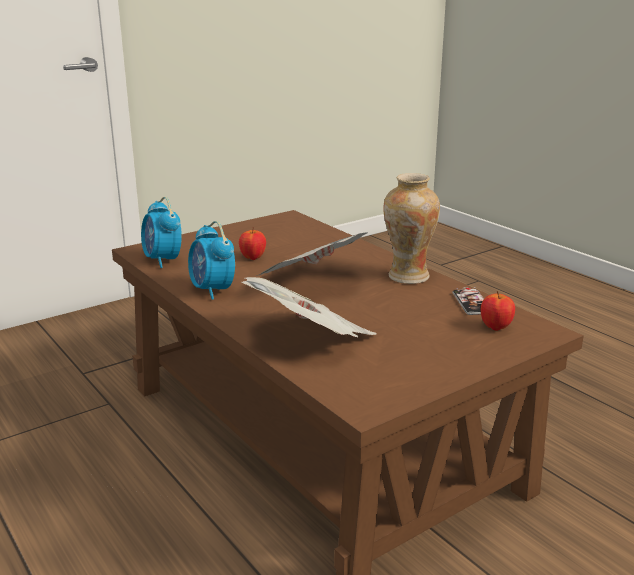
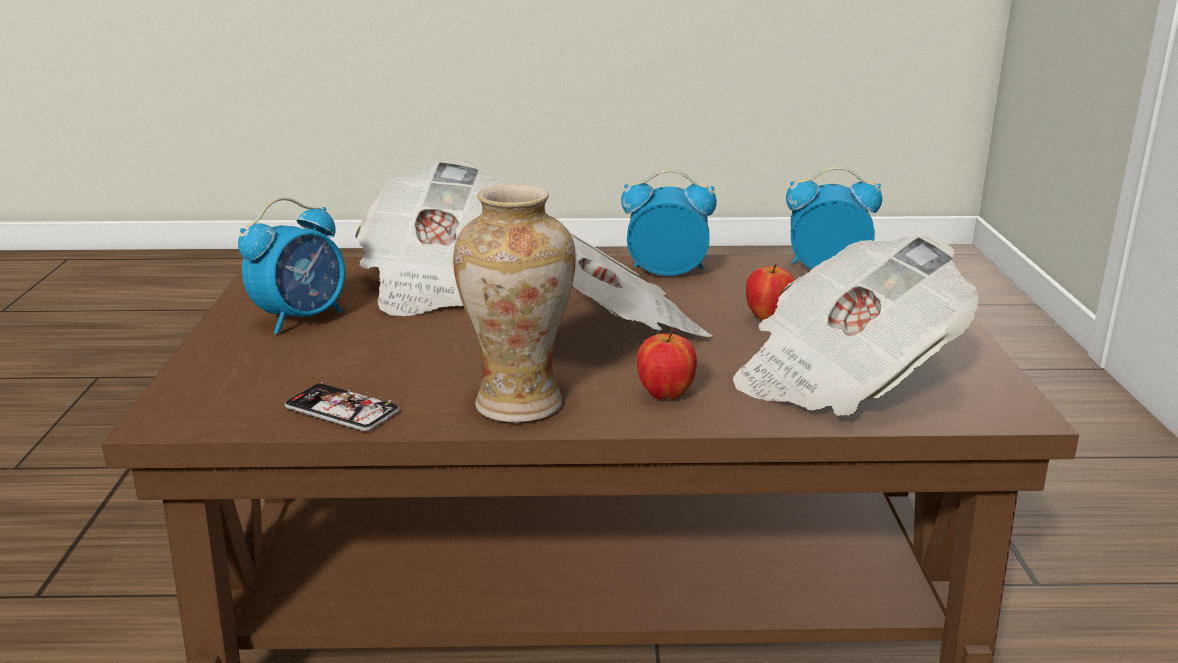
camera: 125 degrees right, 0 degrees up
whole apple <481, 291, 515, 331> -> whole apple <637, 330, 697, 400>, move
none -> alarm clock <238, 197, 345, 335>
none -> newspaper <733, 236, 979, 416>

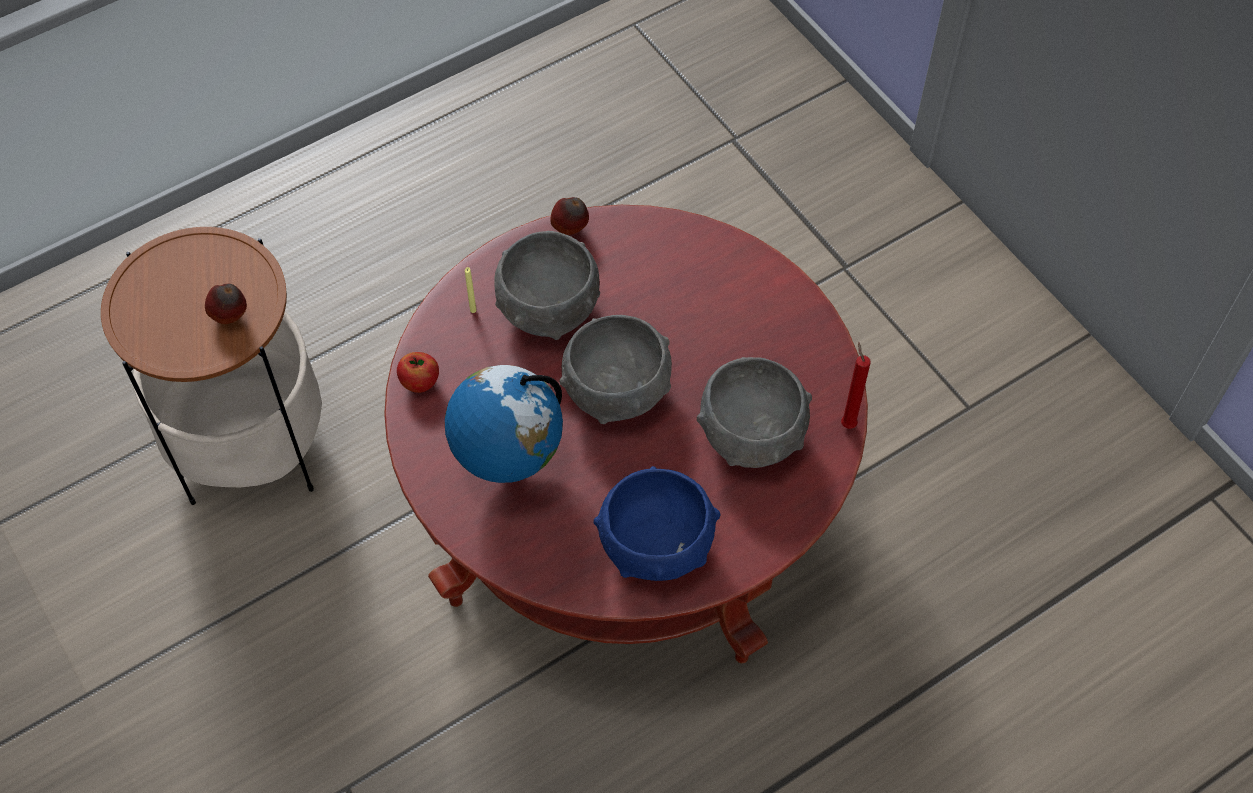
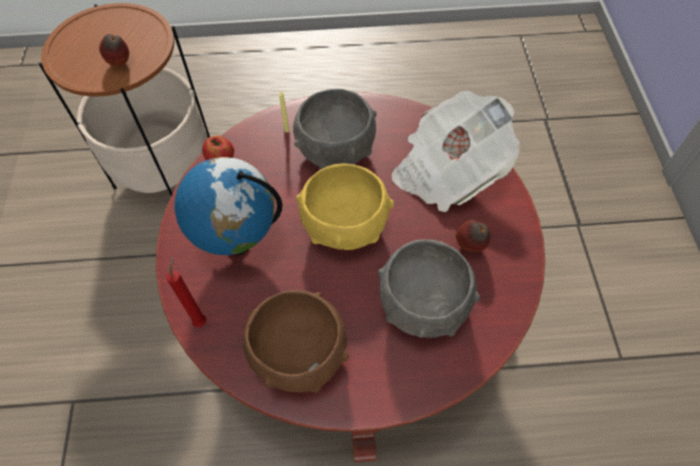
camera: 30 degrees right, 0 degrees up
whole apple <550, 197, 589, 235> -> whole apple <456, 220, 490, 252>, move
greyish serving bowl <559, 315, 672, 424> -> yellowish serving bowl <296, 164, 394, 250>
reddish wax candle <841, 342, 871, 429> -> reddish wax candle <166, 258, 206, 327>, move
bluish serving bowl <594, 466, 720, 581> -> brown serving bowl <243, 290, 349, 393>
none -> newspaper <391, 90, 520, 212>

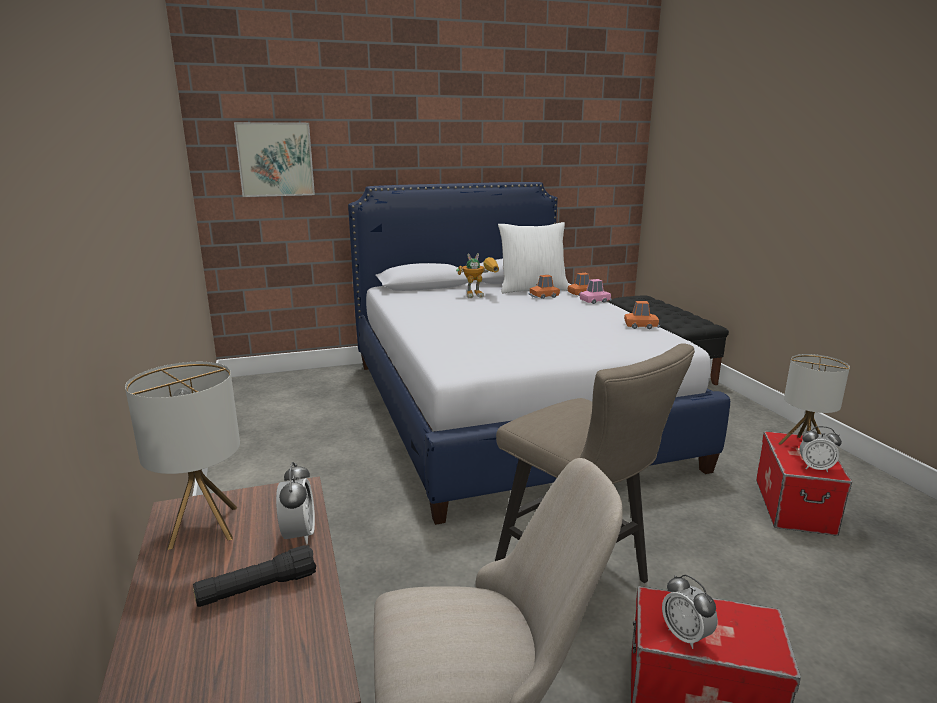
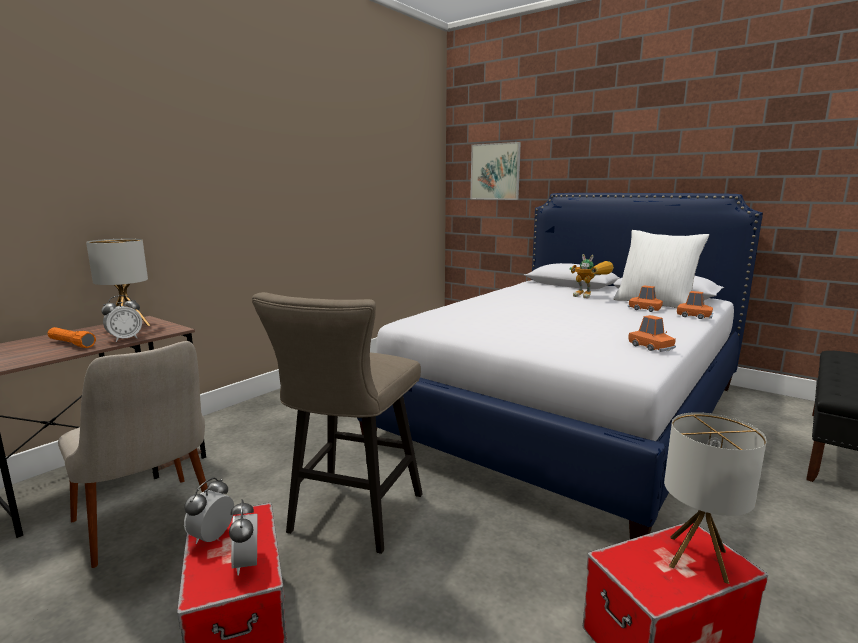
camera: 55 degrees right, 5 degrees down
pink-coloured model car <580, 279, 612, 304> -> none
alarm clock <800, 426, 842, 472> -> alarm clock <229, 499, 257, 576>, move
black-coloured hand torch <193, 545, 316, 607> -> orangey hand torch <48, 327, 96, 348>

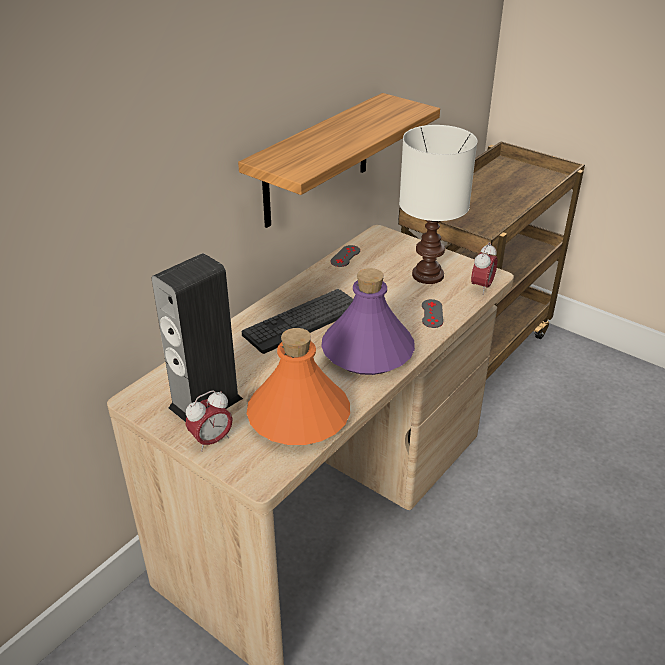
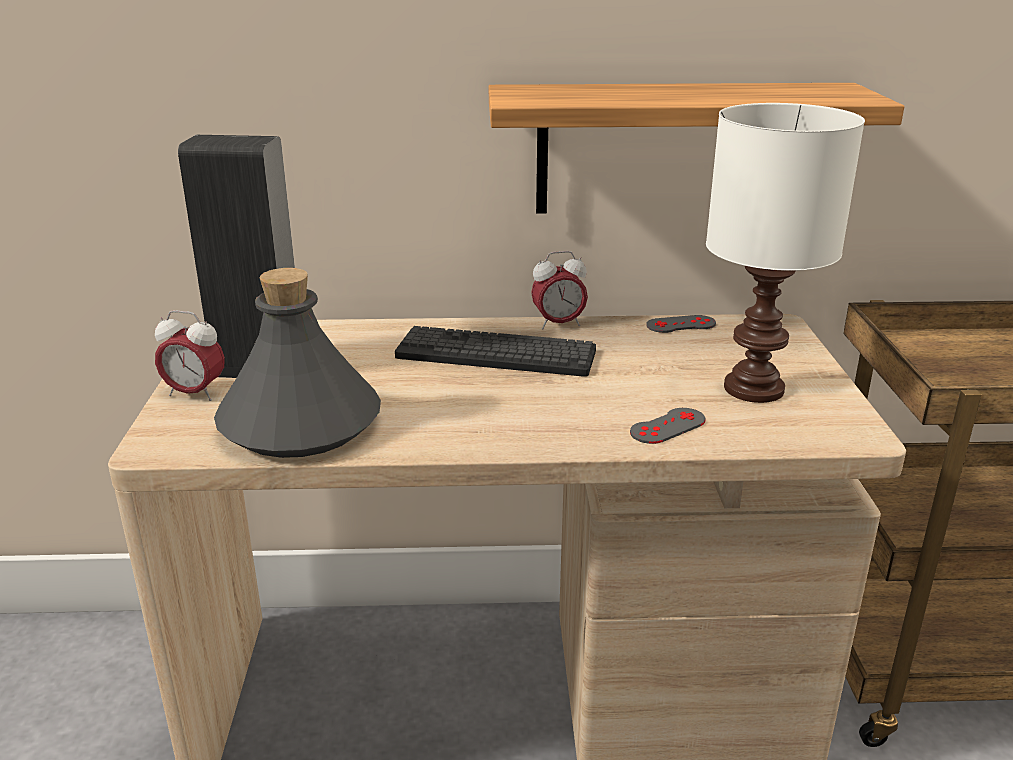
camera: 50 degrees right, 10 degrees down
alarm clock <471, 242, 498, 295> -> alarm clock <531, 251, 588, 330>, move
purple-coloured drink bottle <321, 268, 415, 375> -> none
orangey drink bottle <247, 328, 350, 445> -> greyish drink bottle <214, 268, 381, 458>

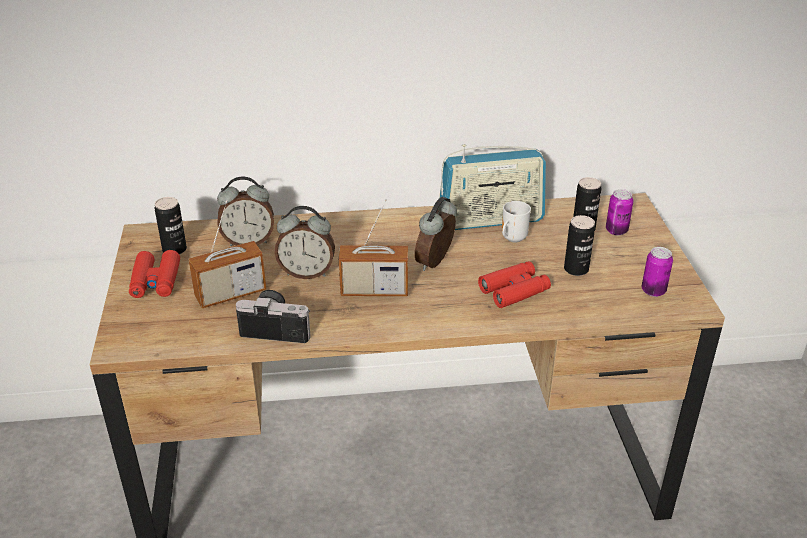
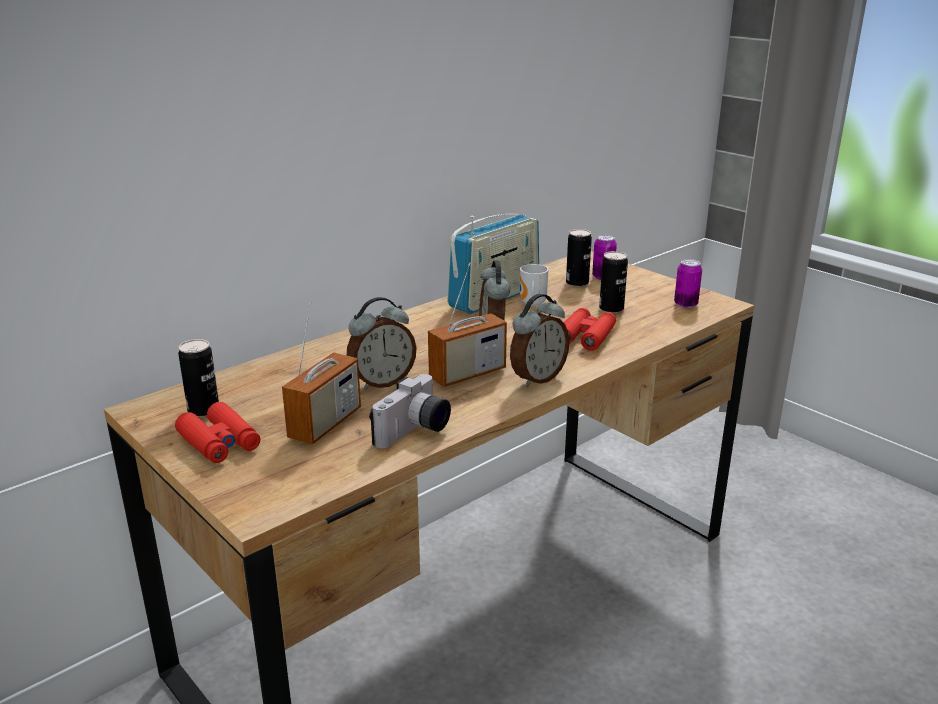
camera: 35 degrees left, 10 degrees down
alarm clock <217, 177, 274, 246> -> alarm clock <510, 294, 570, 387>, move
still camera <236, 290, 311, 343> -> still camera <369, 374, 451, 449>, 150 degrees clockwise

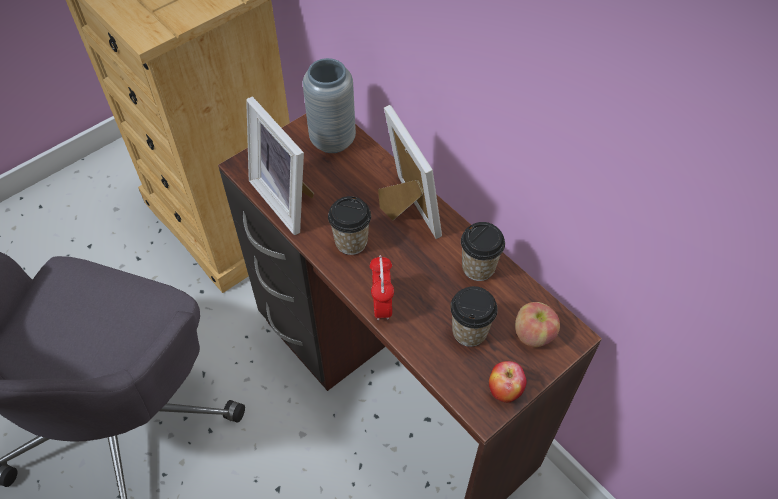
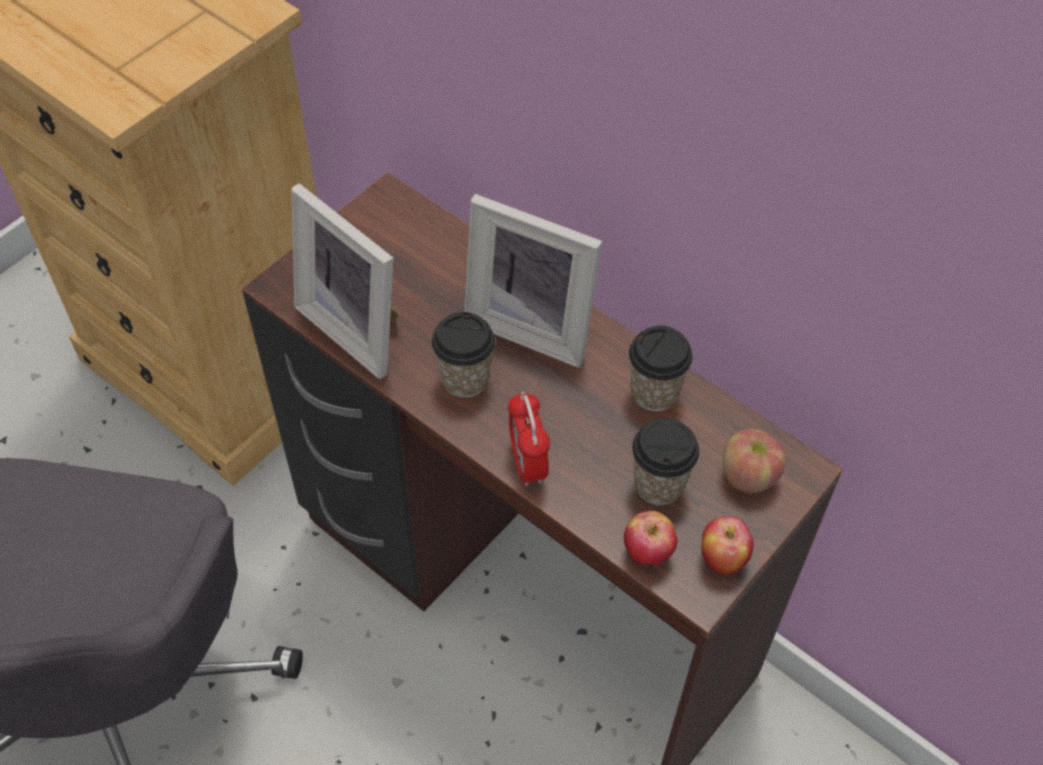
camera: 10 degrees left, 0 degrees up
greyish vase <303, 58, 356, 153> -> none
photo frame <378, 105, 442, 239> -> photo frame <464, 194, 603, 368>, 150 degrees clockwise
none -> whole apple <624, 511, 677, 568>

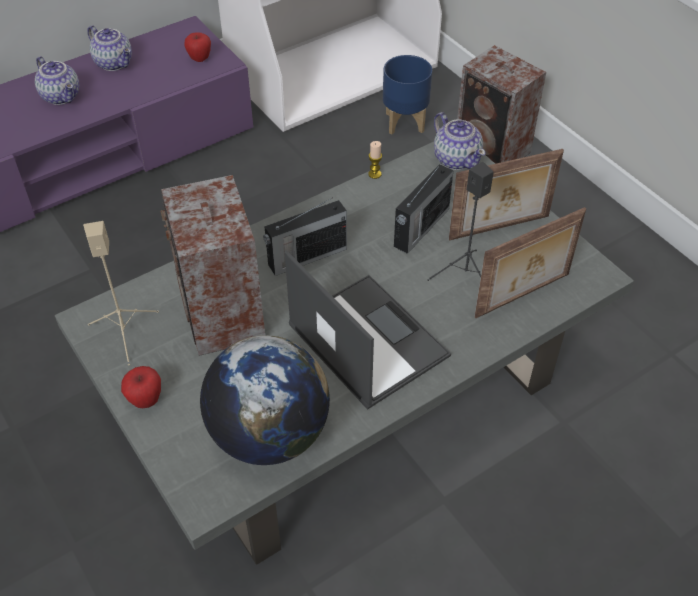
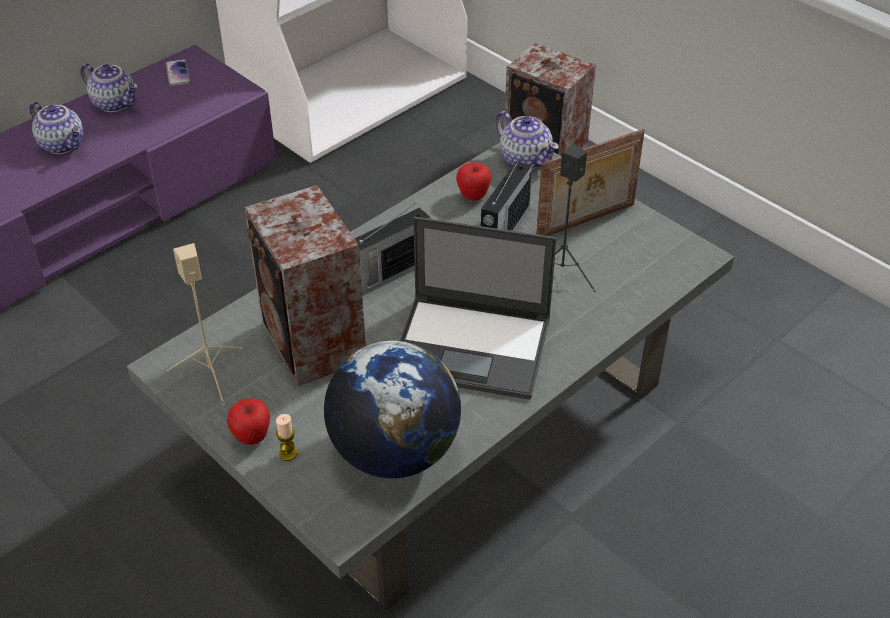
camera: 10 degrees left, 5 degrees down
whole apple <184, 32, 211, 62> -> whole apple <456, 163, 492, 201>, move
bluish planter <383, 55, 432, 135> -> none
wax candle <368, 141, 382, 179> -> wax candle <276, 414, 298, 461>, move
photo frame <474, 207, 586, 318> -> none
portable computer <285, 250, 451, 410> -> portable computer <400, 217, 557, 400>, 150 degrees clockwise
none -> phone <165, 59, 190, 86>

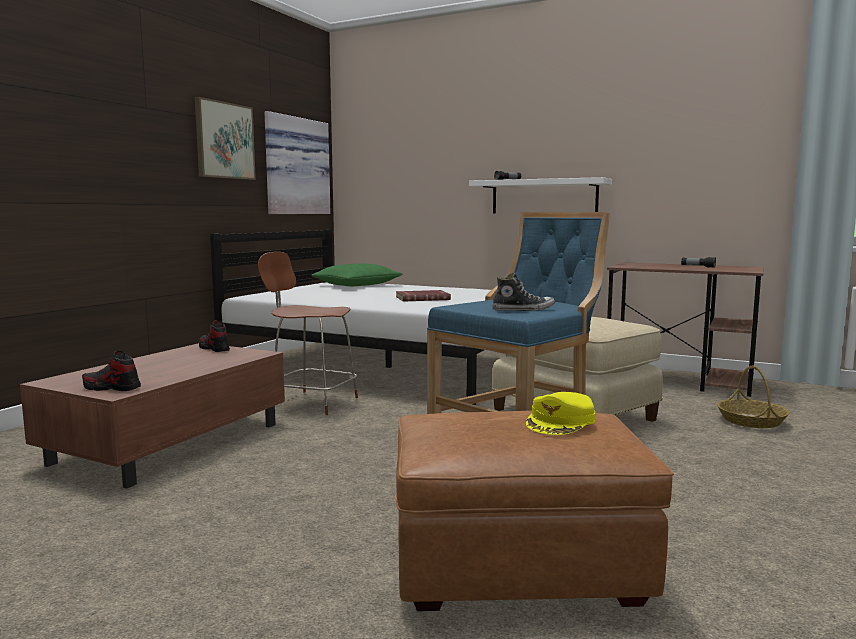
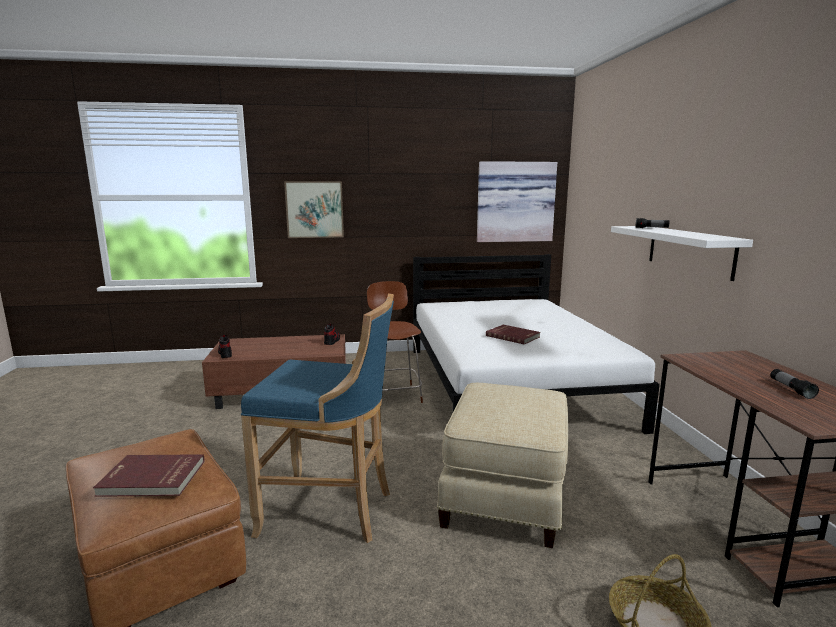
camera: 55 degrees right, 5 degrees up
picture <195, 97, 256, 180> -> picture <284, 181, 344, 238>, move
greenish cushion <311, 263, 403, 286> -> none
shoe <492, 273, 555, 311> -> none
yellowish cap <526, 392, 595, 435> -> reddish book <93, 454, 204, 497>

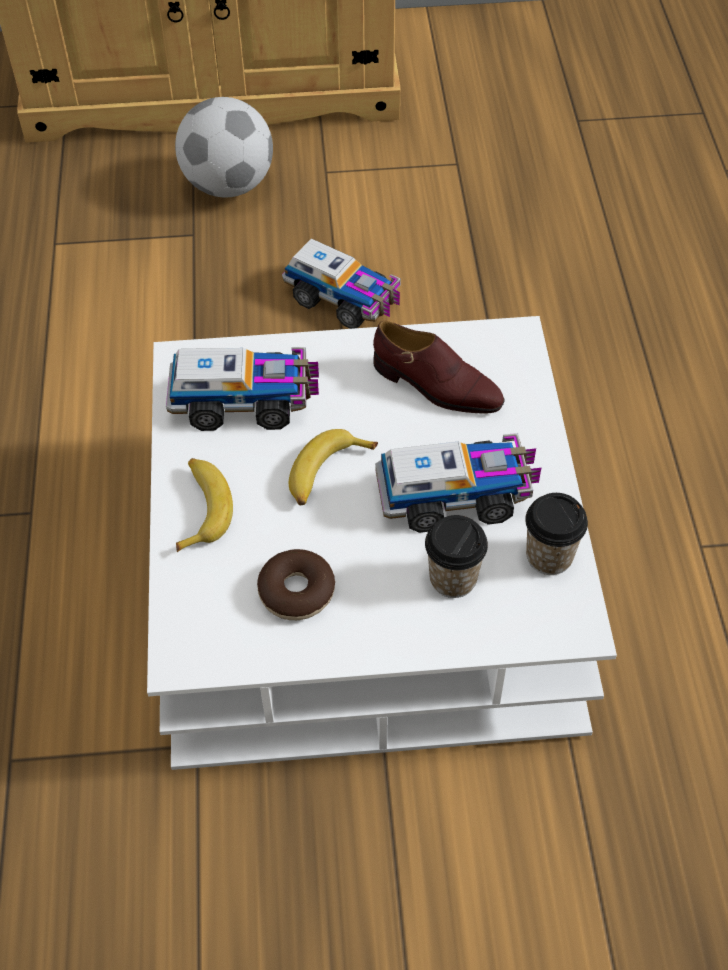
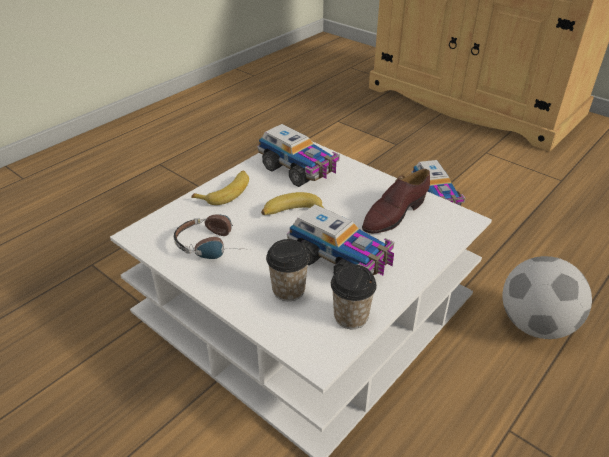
camera: 45 degrees right, 15 degrees down
ball for football <175, 97, 273, 198> -> ball for football <502, 256, 592, 339>, move
brown shoe <373, 321, 504, 414> -> brown shoe <362, 169, 430, 233>, 60 degrees clockwise
doughnut <257, 549, 335, 620> -> pair of headphones <174, 214, 233, 259>

